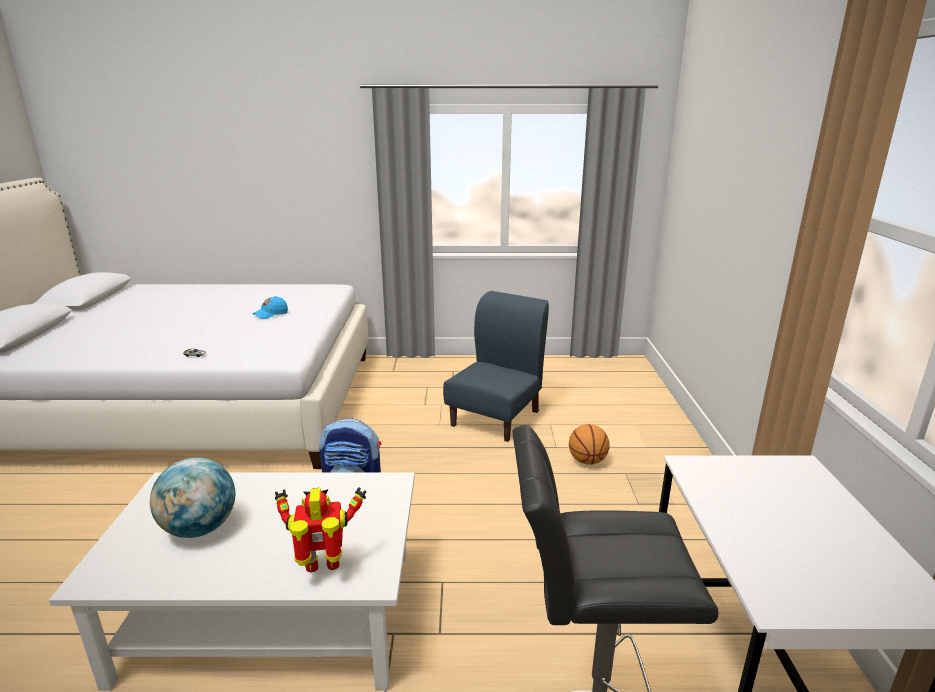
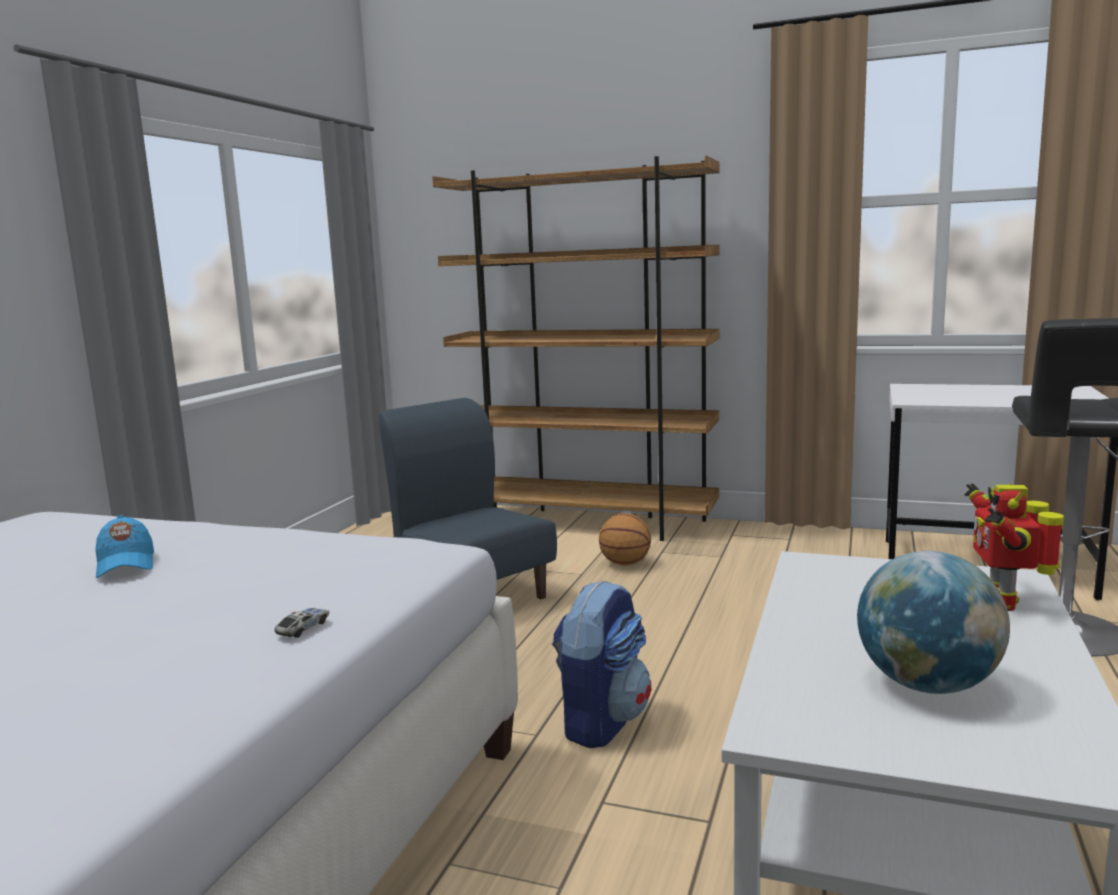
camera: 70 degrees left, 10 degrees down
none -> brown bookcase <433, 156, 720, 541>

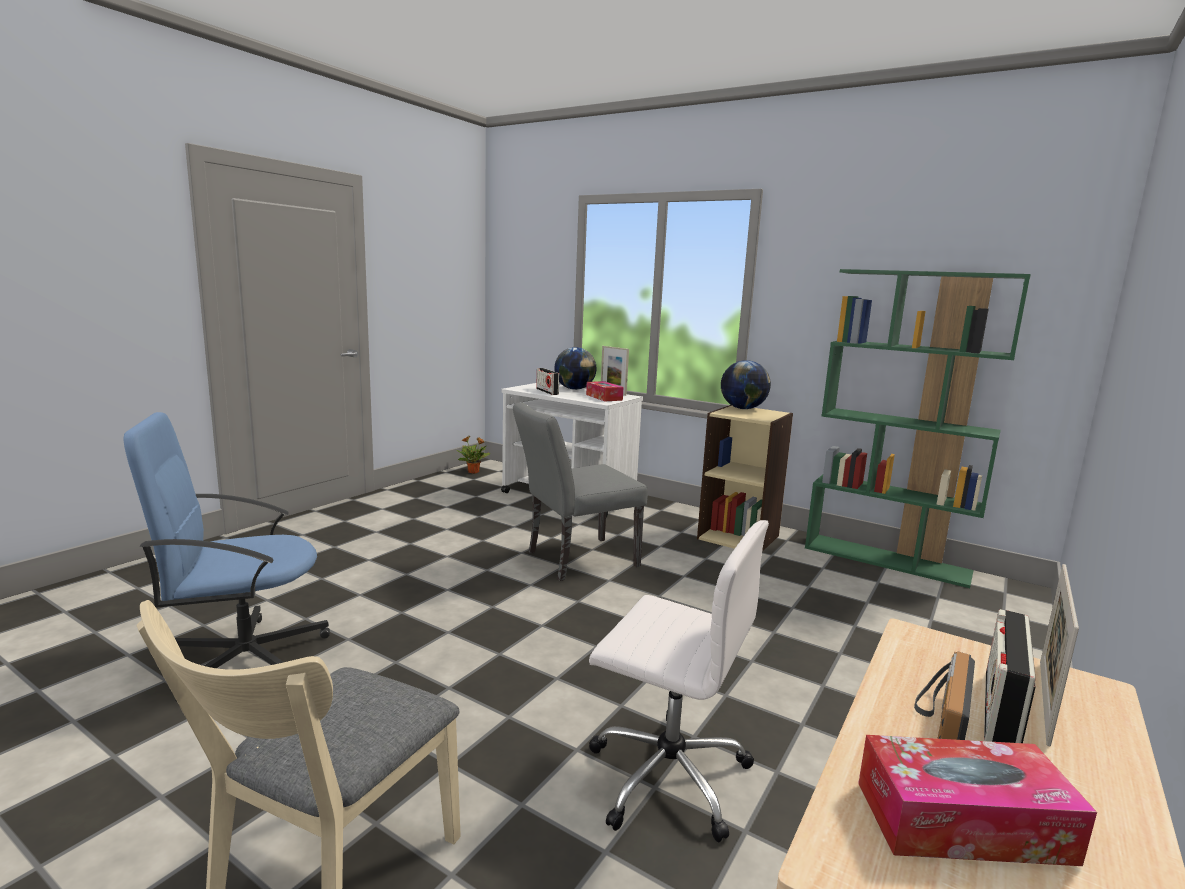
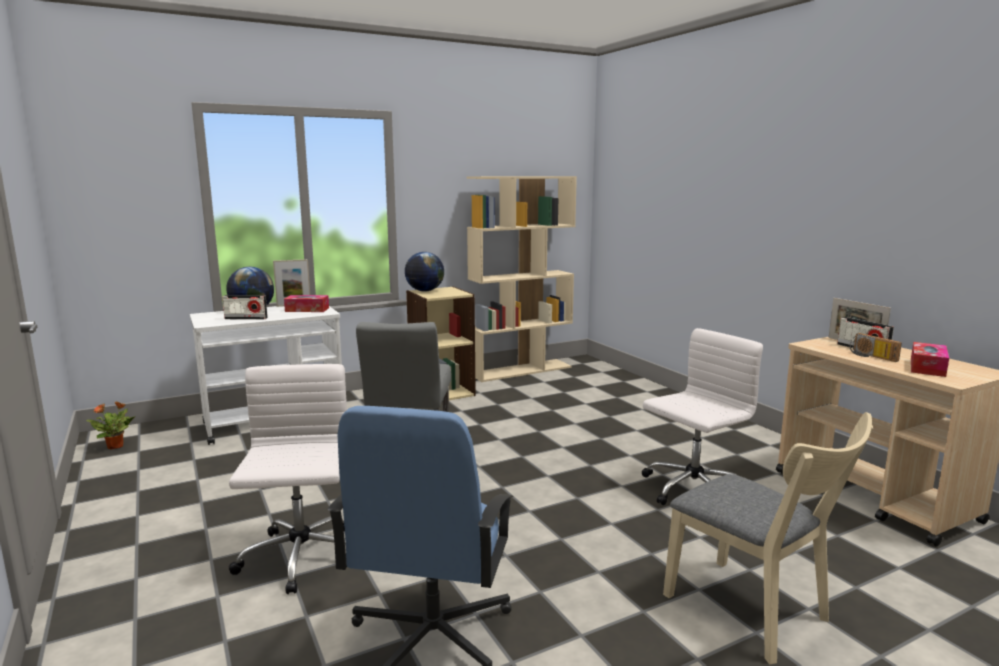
camera: 60 degrees left, 0 degrees up
greenish bookcase <805, 269, 1031, 588> -> sand-coloured bookcase <466, 176, 577, 382>
none -> whitish desk chair <229, 364, 347, 594>

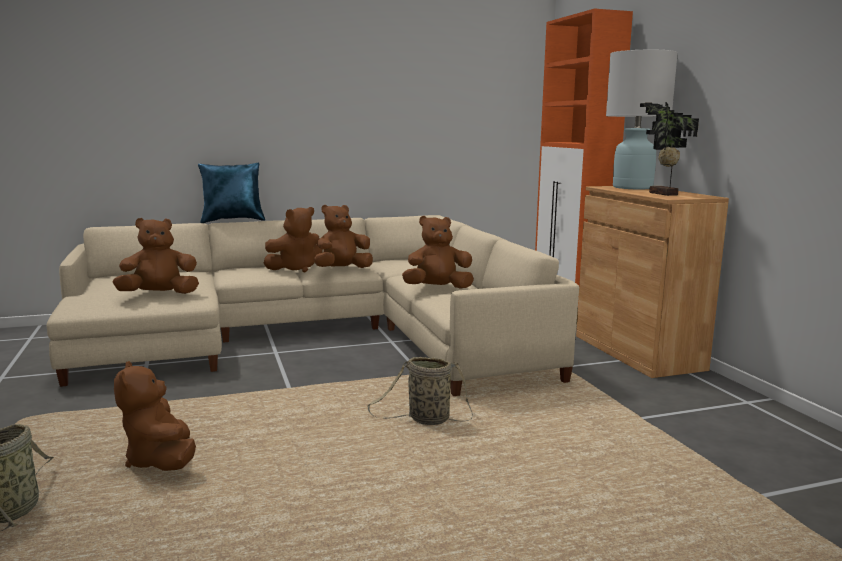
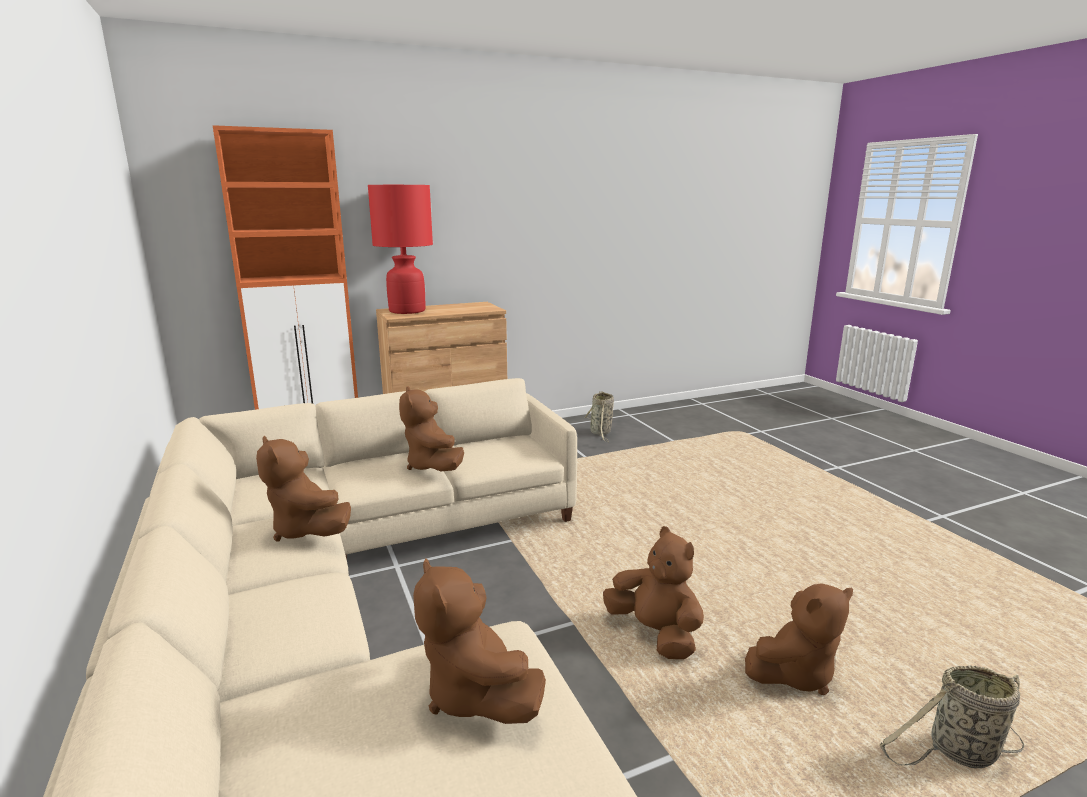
camera: 95 degrees left, 5 degrees up
whitish tabletop lamp <606, 50, 678, 189> -> reddish tabletop lamp <368, 185, 433, 314>
houseplant <640, 102, 699, 196> -> none
bluish cushion <198, 163, 265, 223> -> none
brown cuddly toy <264, 207, 322, 272> -> brown cuddly toy <603, 526, 704, 659>, move
basket <367, 357, 473, 425> -> basket <584, 391, 614, 442>, move

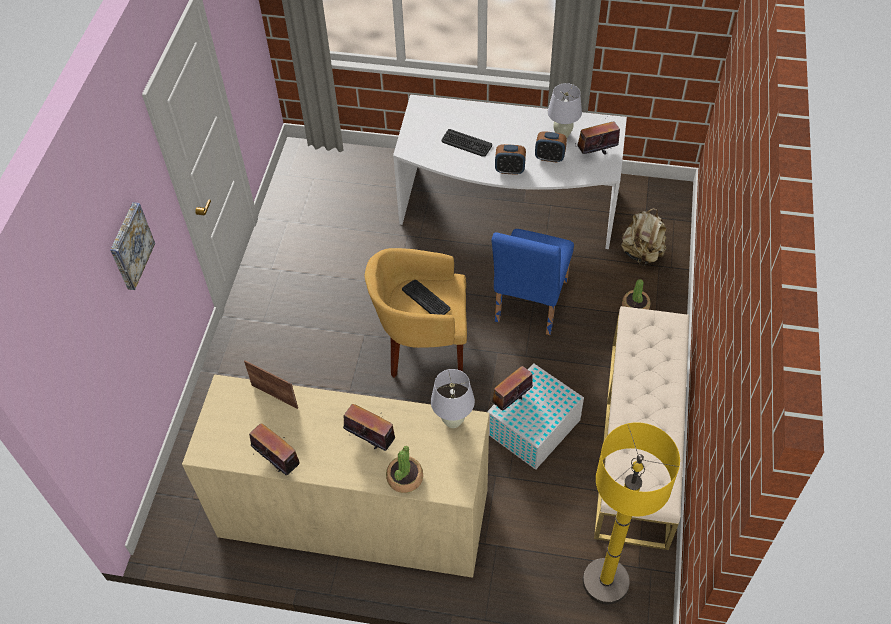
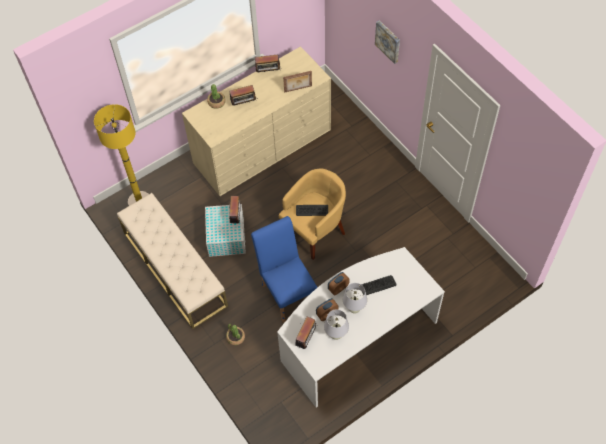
camera: 135 degrees right, 5 degrees up
sand-coloured backpack <621, 209, 666, 266> -> none
whitish tabletop lamp <431, 369, 475, 428> -> whitish tabletop lamp <343, 283, 367, 314>, move

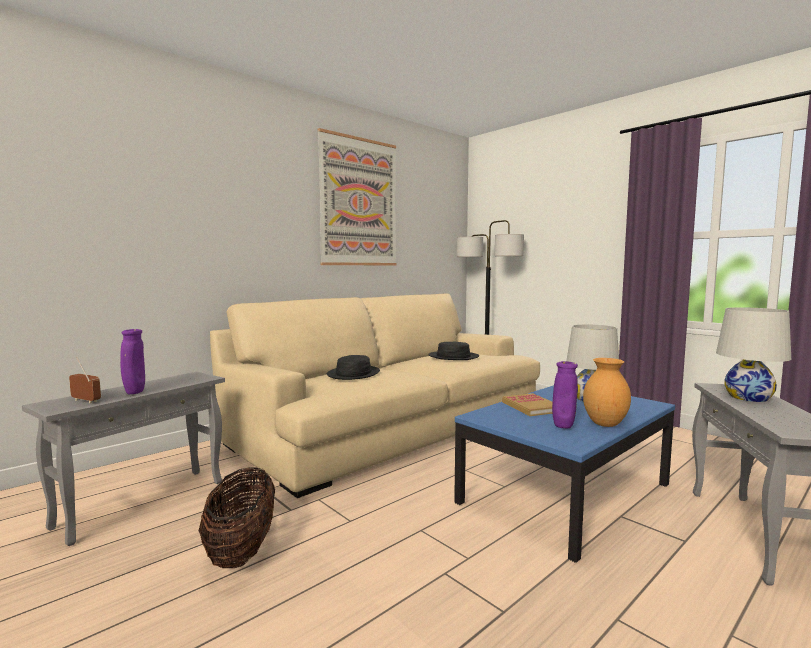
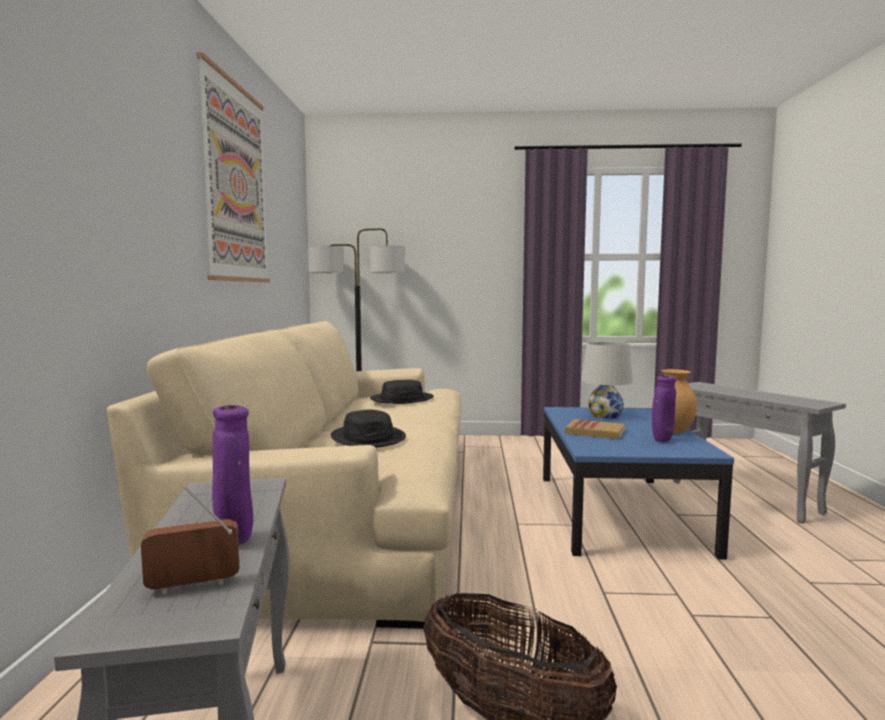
camera: 45 degrees left, 0 degrees up
whitish tabletop lamp <716, 307, 791, 402> -> none

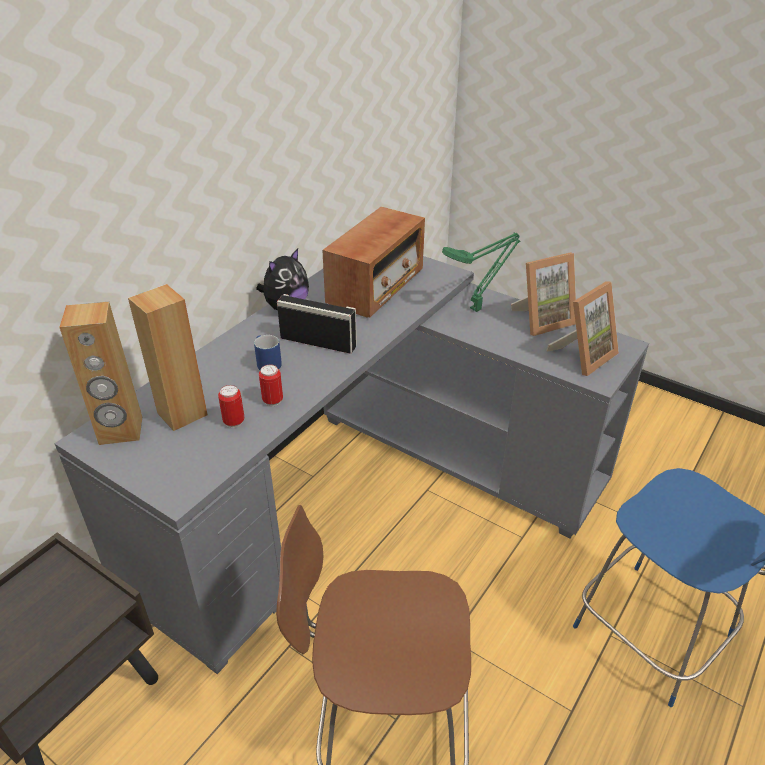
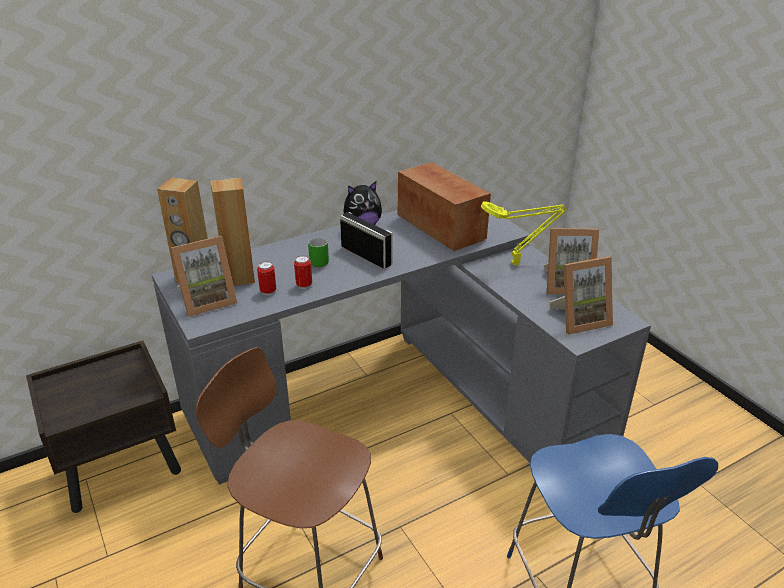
camera: 25 degrees right, 5 degrees down
radio <322, 207, 425, 318> -> radio <398, 162, 491, 251>, 90 degrees counterclockwise
greenish tabletop lamp <442, 233, 520, 312> -> yellowish tabletop lamp <481, 201, 566, 265>
bluish coffee mug <254, 335, 282, 370> -> greenish coffee mug <308, 237, 329, 267>
none -> photo frame <171, 236, 237, 317>

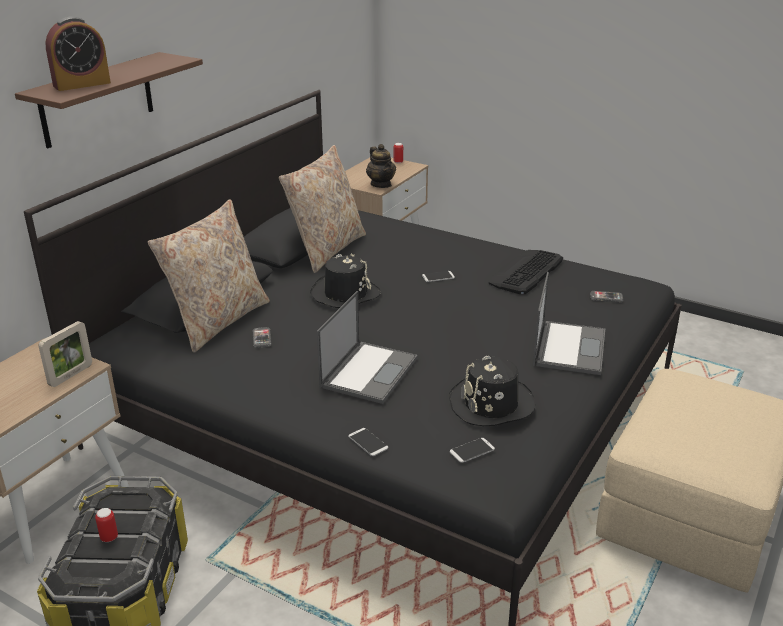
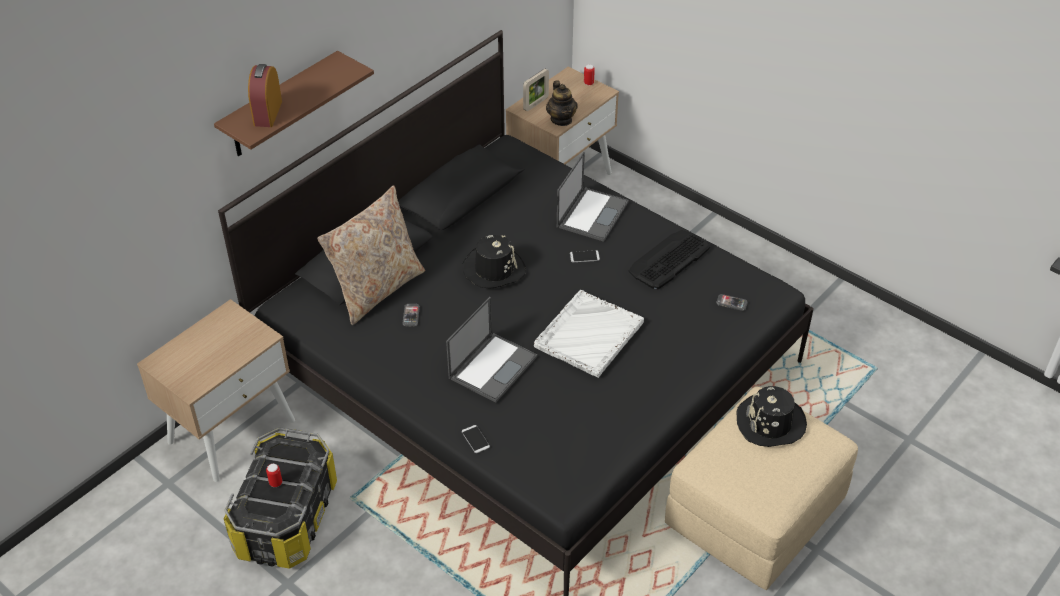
camera: 10 degrees right, 15 degrees up
alarm clock <45, 17, 111, 91> -> alarm clock <248, 64, 282, 127>, 120 degrees clockwise
sand-coloured cushion <279, 145, 366, 273> -> none
portable computer <533, 272, 605, 375> -> portable computer <557, 152, 628, 242>, move
photo frame <39, 321, 92, 387> -> photo frame <523, 69, 549, 111>, move
black-coloured hat <449, 356, 536, 426> -> black-coloured hat <737, 386, 807, 447>, move
phone <450, 438, 495, 463> -> none
none -> whitish serving tray <534, 290, 644, 378>

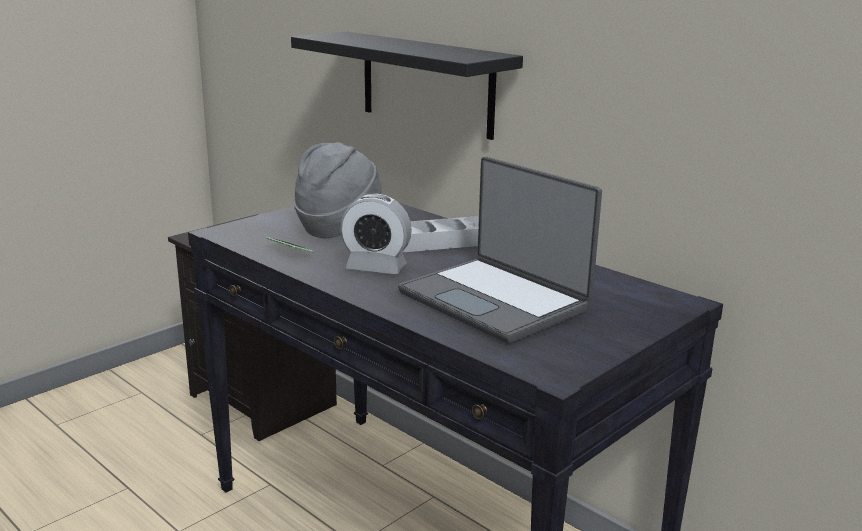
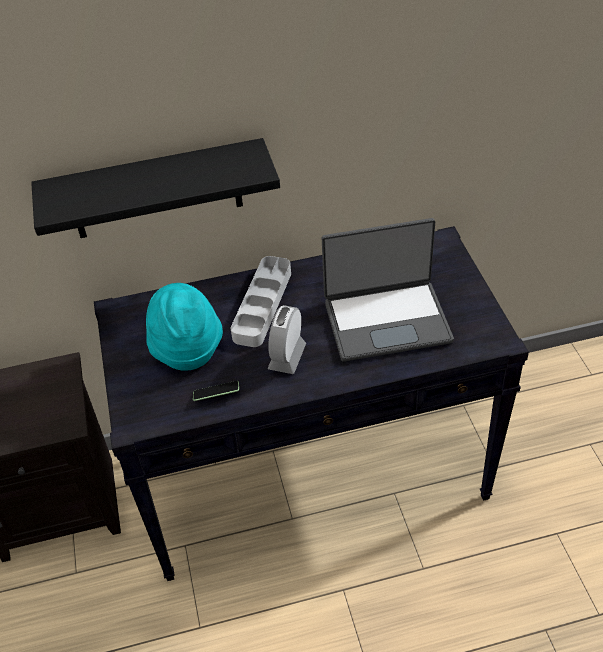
camera: 55 degrees left, 25 degrees up
greyish hat <294, 142, 382, 238> -> turquoise-coloured hat <146, 283, 223, 371>
alarm clock <340, 194, 412, 274> -> alarm clock <268, 305, 306, 374>, 150 degrees clockwise

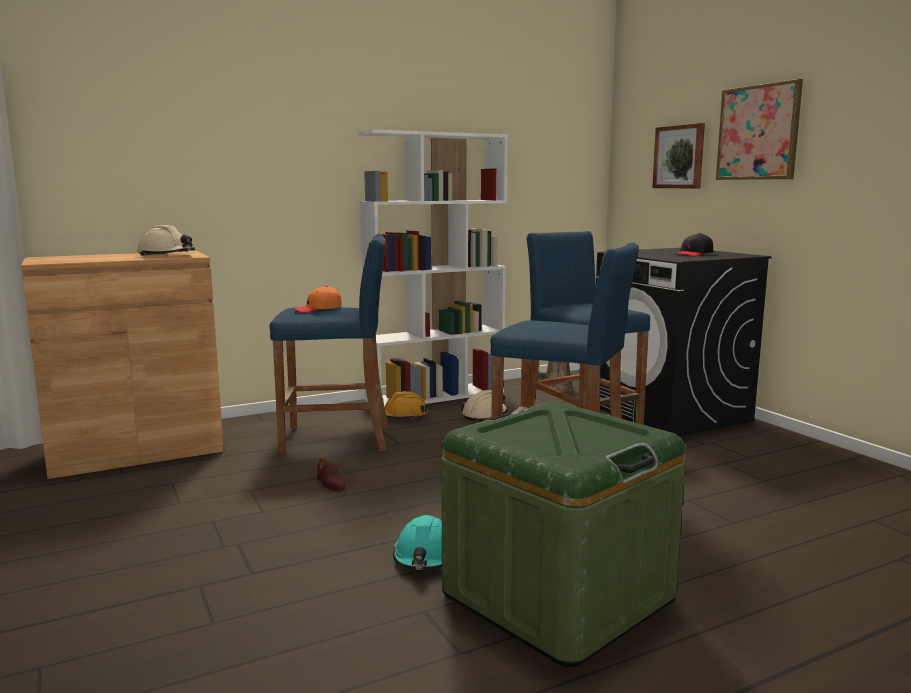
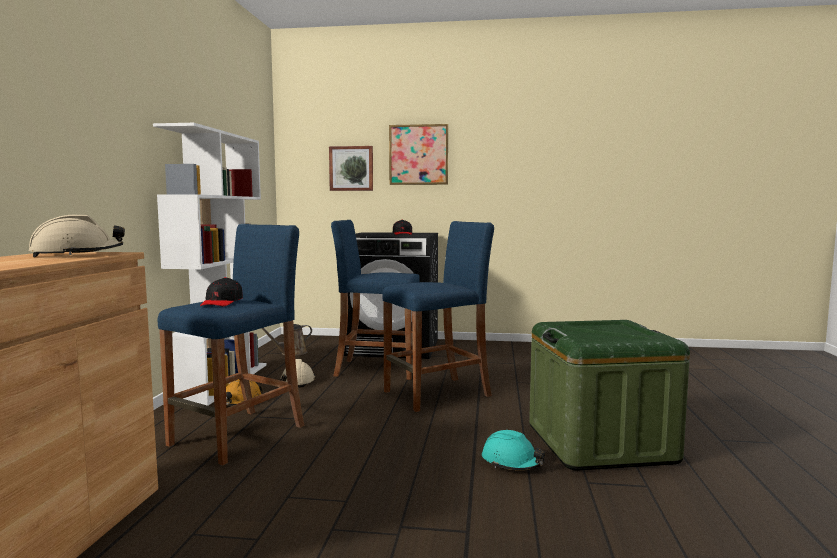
camera: 55 degrees left, 5 degrees down
orangey cap <293, 286, 342, 313> -> black-coloured cap <200, 277, 243, 306>
brown shoe <317, 458, 345, 492> -> none

